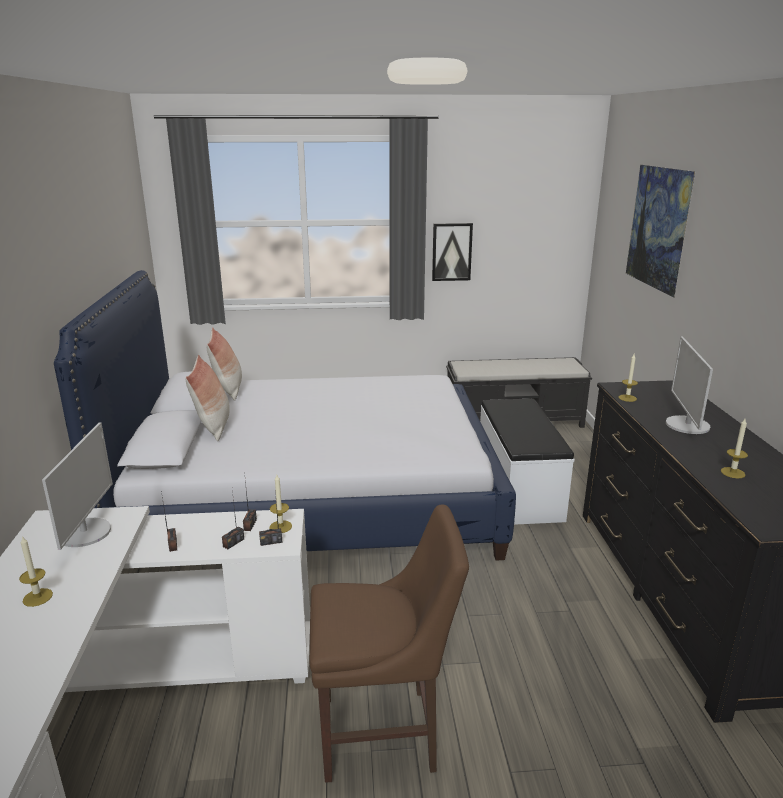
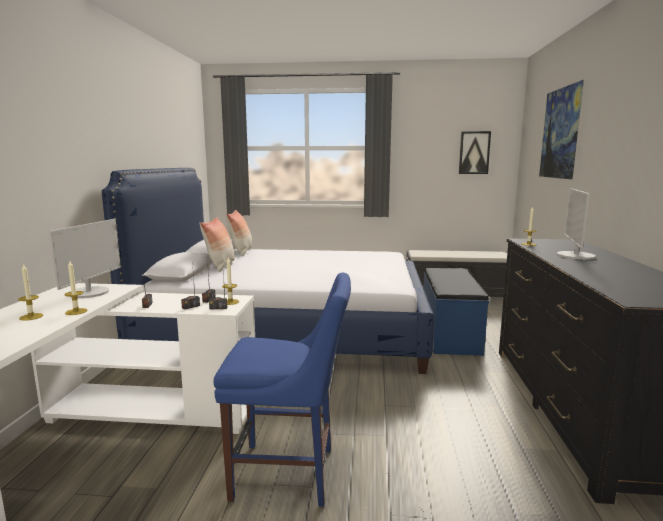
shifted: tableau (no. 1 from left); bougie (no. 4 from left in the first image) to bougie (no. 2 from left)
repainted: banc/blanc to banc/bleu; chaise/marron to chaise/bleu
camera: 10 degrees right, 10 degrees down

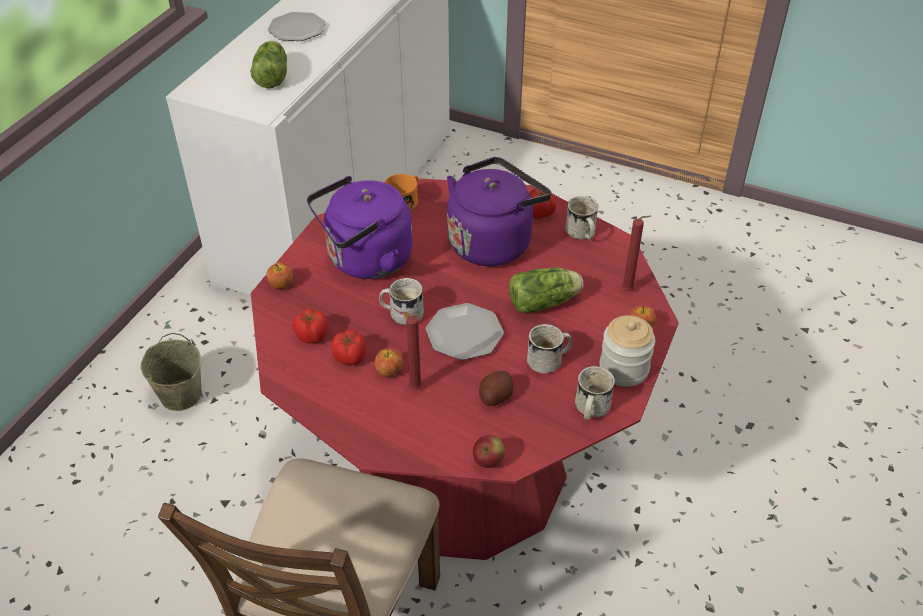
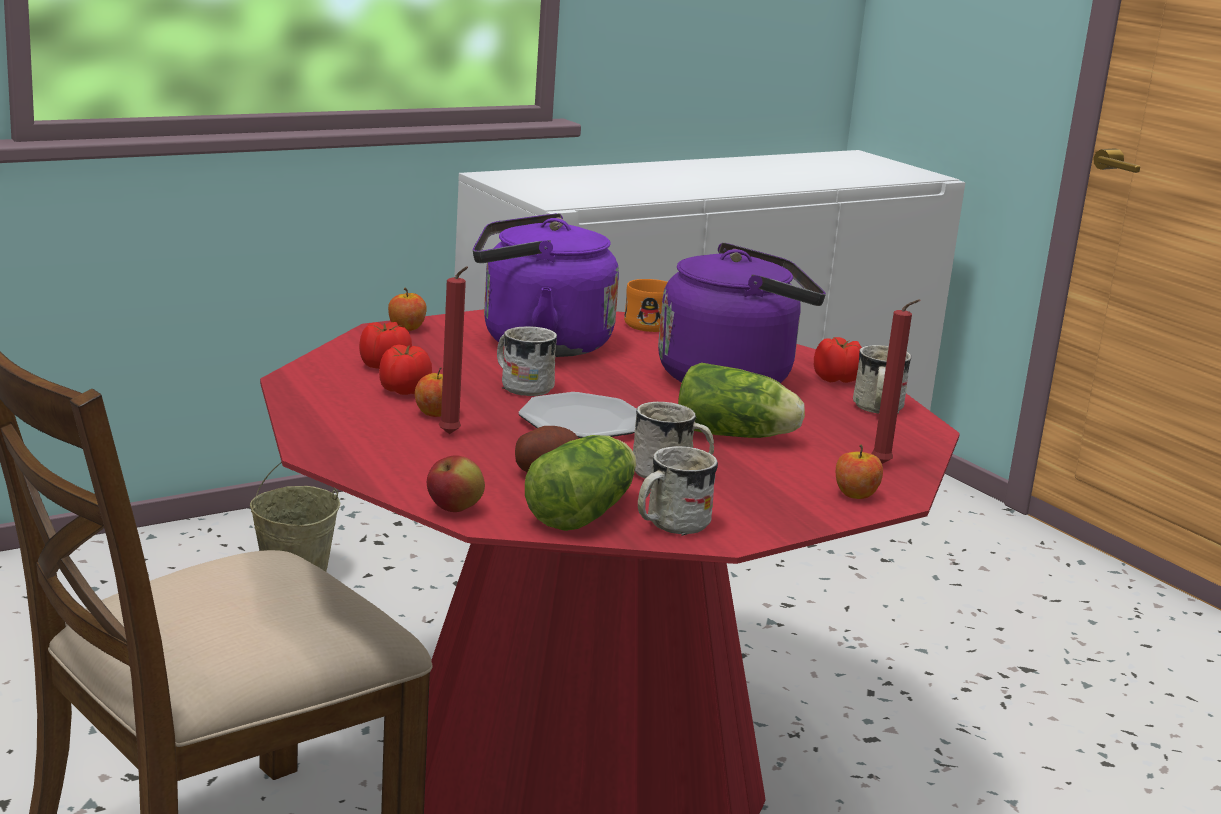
gone: assiette (no. 1 from left); bocal
shifted: laitue (no. 1 from left)
camera: 30 degrees right, 25 degrees down

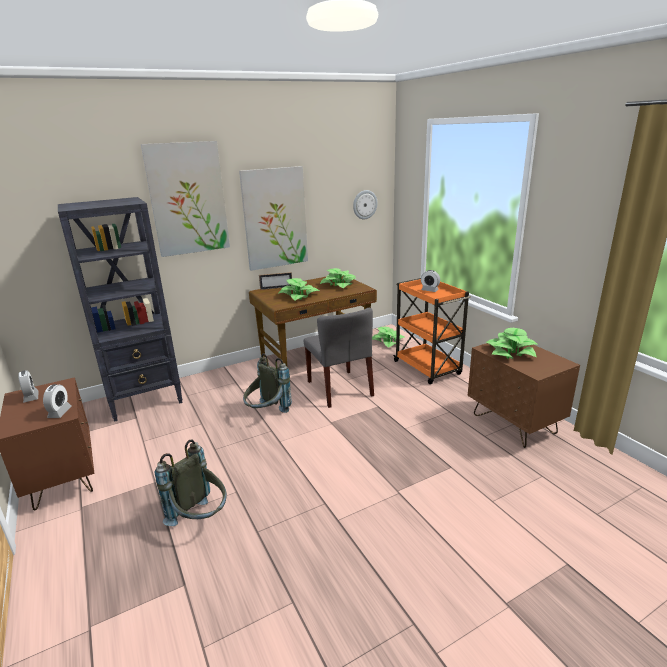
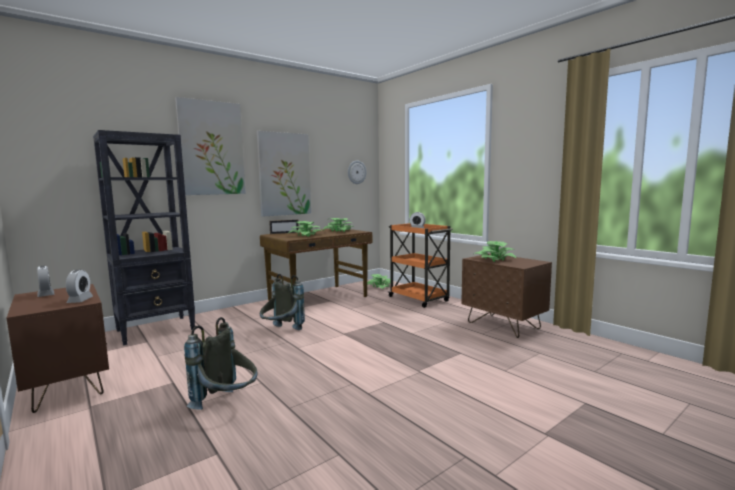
gone: chaise/gris
camera: 10 degrees left, 15 degrees down

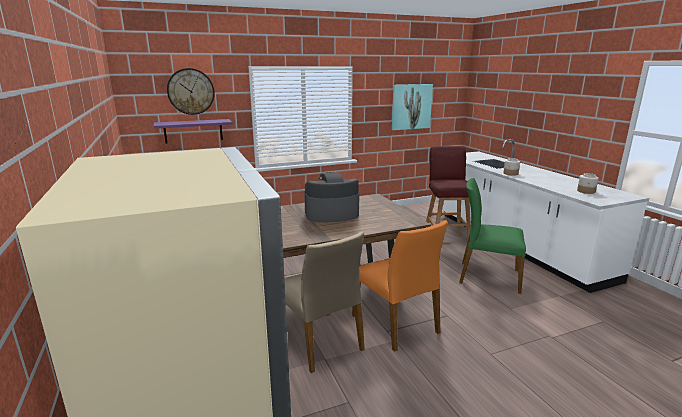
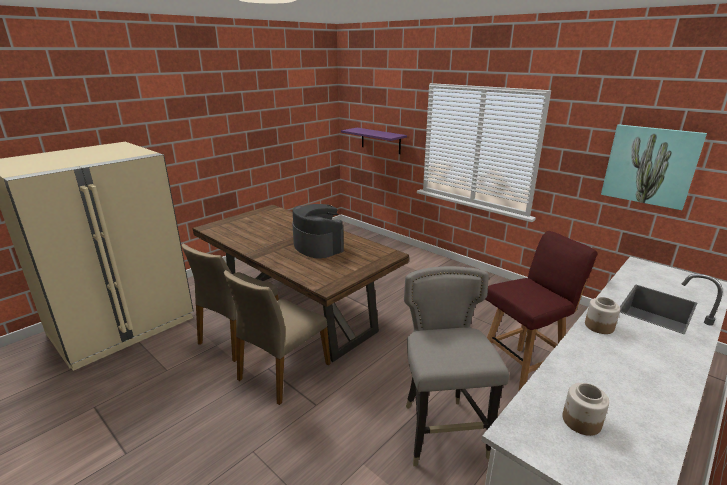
gone: horloge murale
swapped: chaise/vert to tabouret/gris
repainted: chaise/orange to chaise/beige (no. 2 from left)
camera: 65 degrees right, 5 degrees up

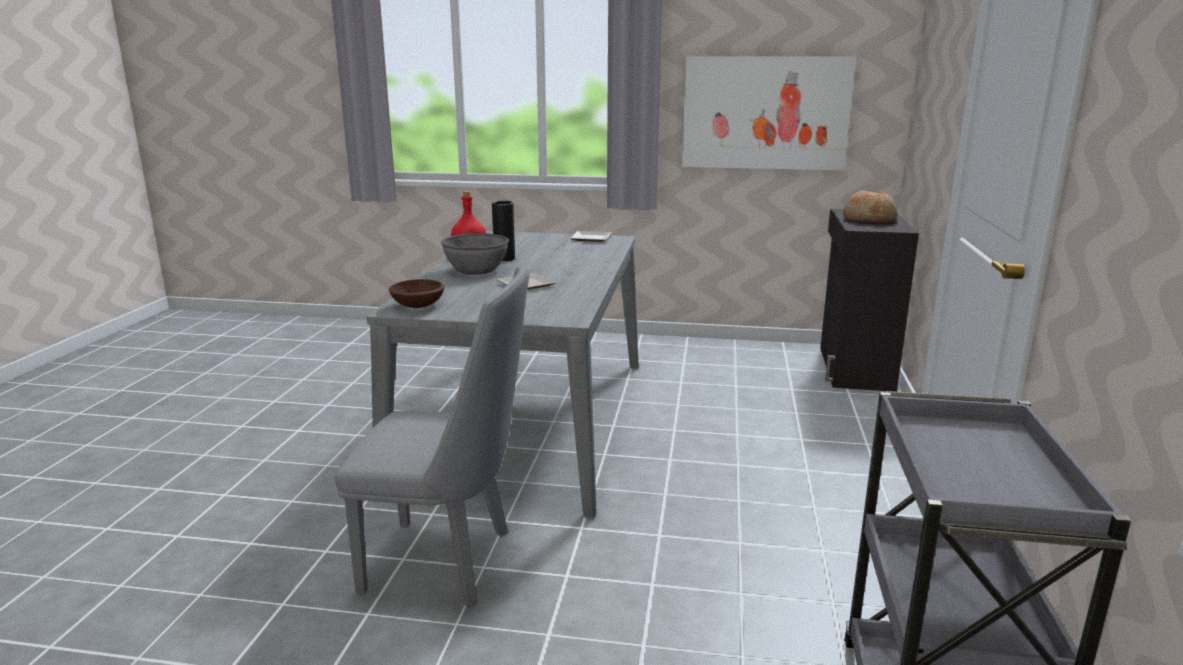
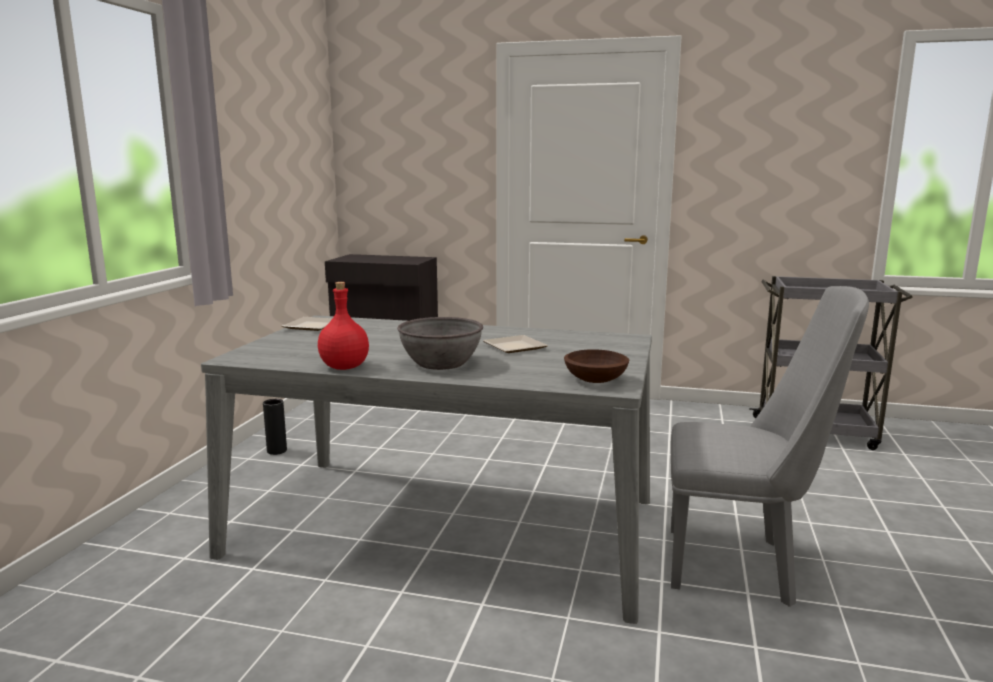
gone: tableau; pain
shifted: vase/noir
rotated: chaise/gris 90 degrees clockwise
camera: 85 degrees left, 5 degrees down

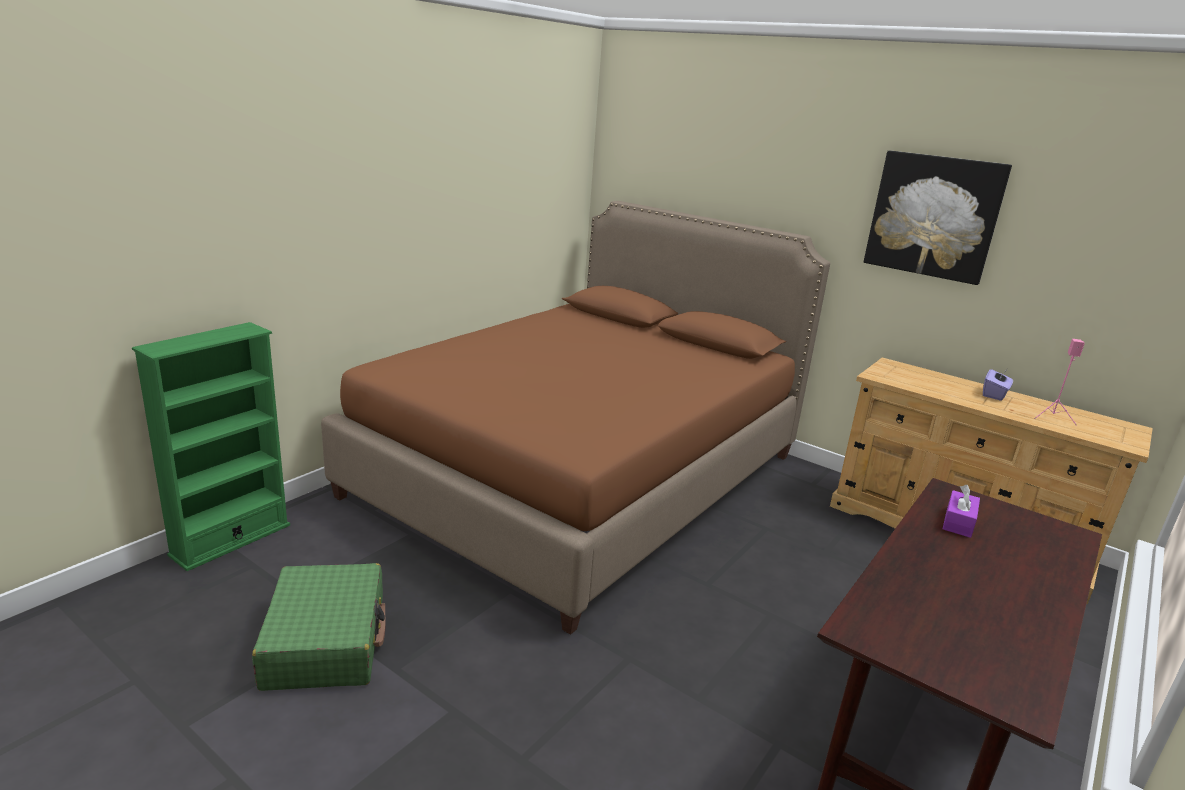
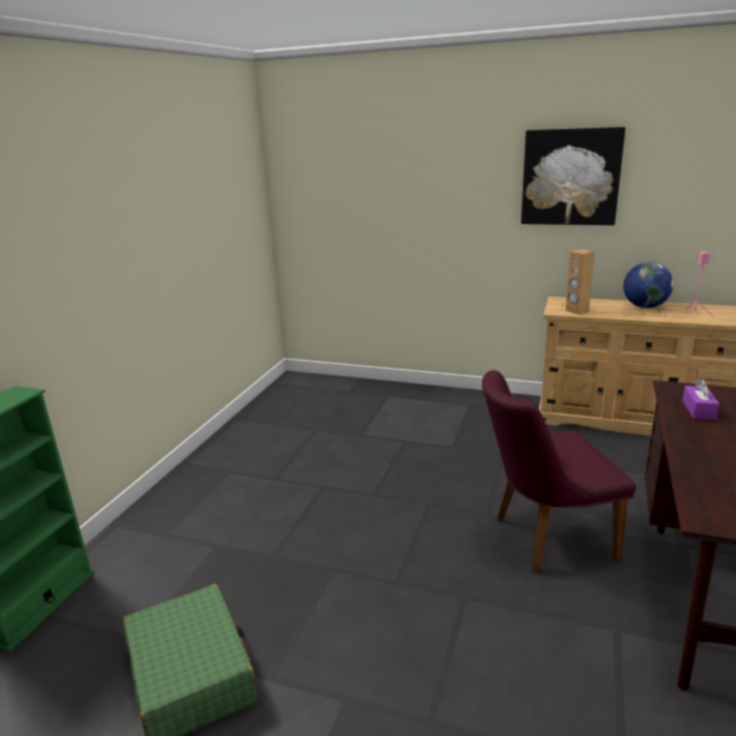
gone: lit/marron
new: enceinte/marron; chaise/violet
swapped: boîte à mouchoirs/violet (no. 2 from left) to globe
camera: 15 degrees left, 0 degrees up

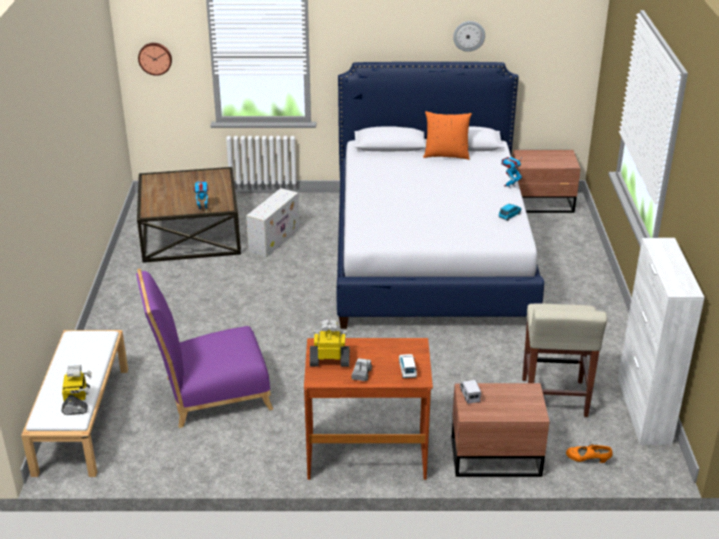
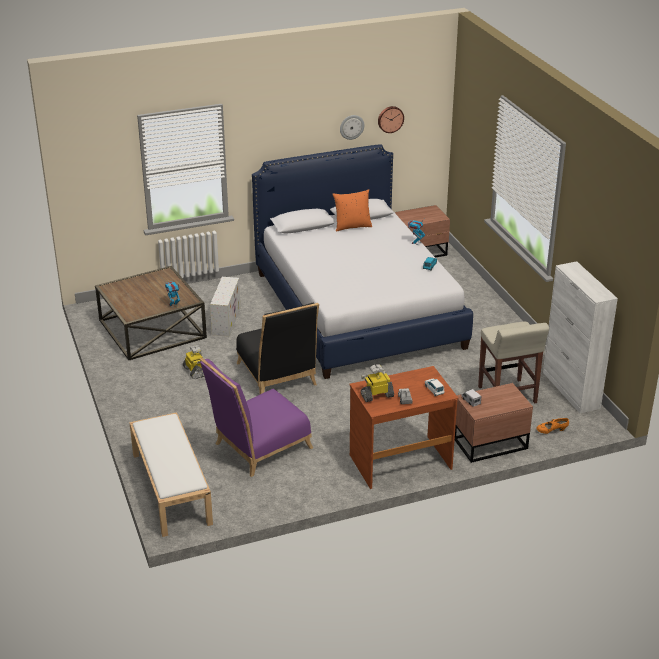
new: chaise/noir
shifted: horloge murale (no. 1 from left in the first image) to horloge murale (no. 2 from left); robot jouet (no. 1 from left in the first image) to robot jouet (no. 2 from left)
camera: 20 degrees left, 0 degrees up

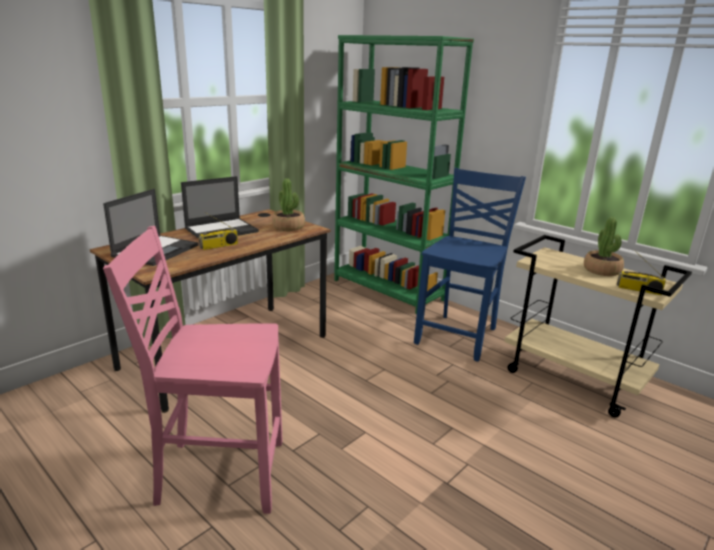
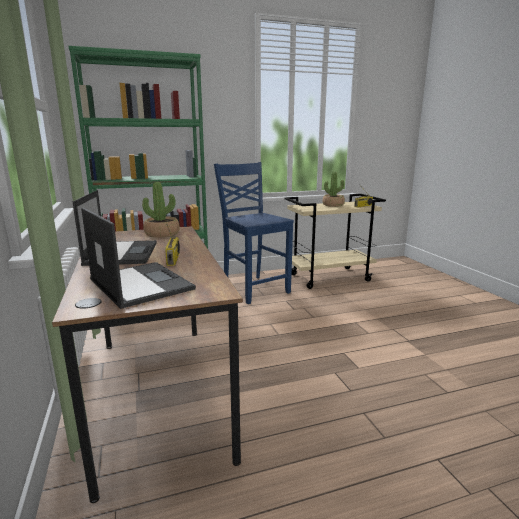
gone: chaise/rose
camera: 60 degrees left, 5 degrees down

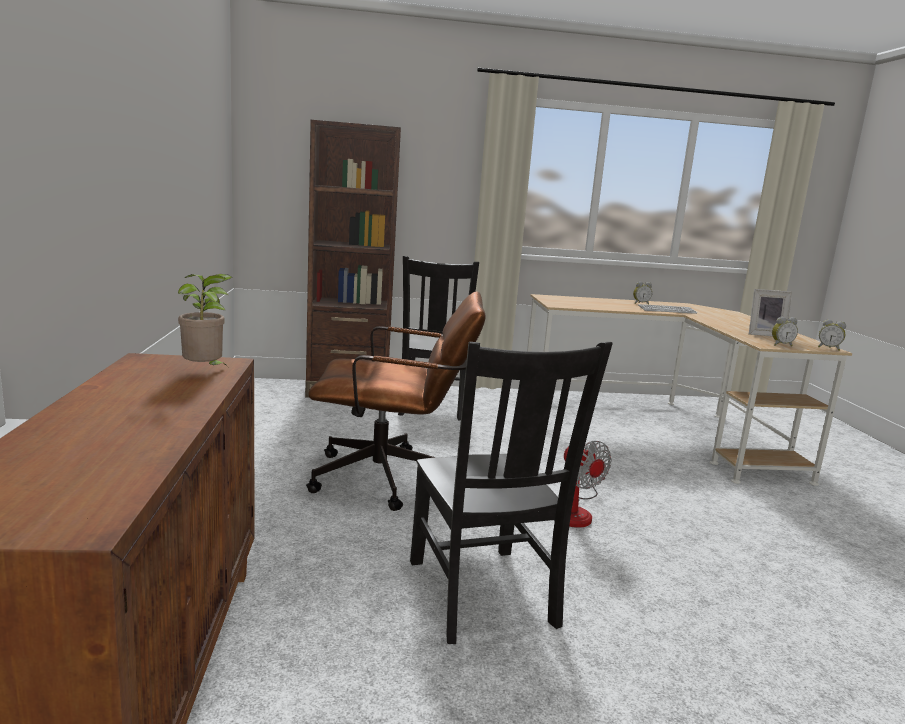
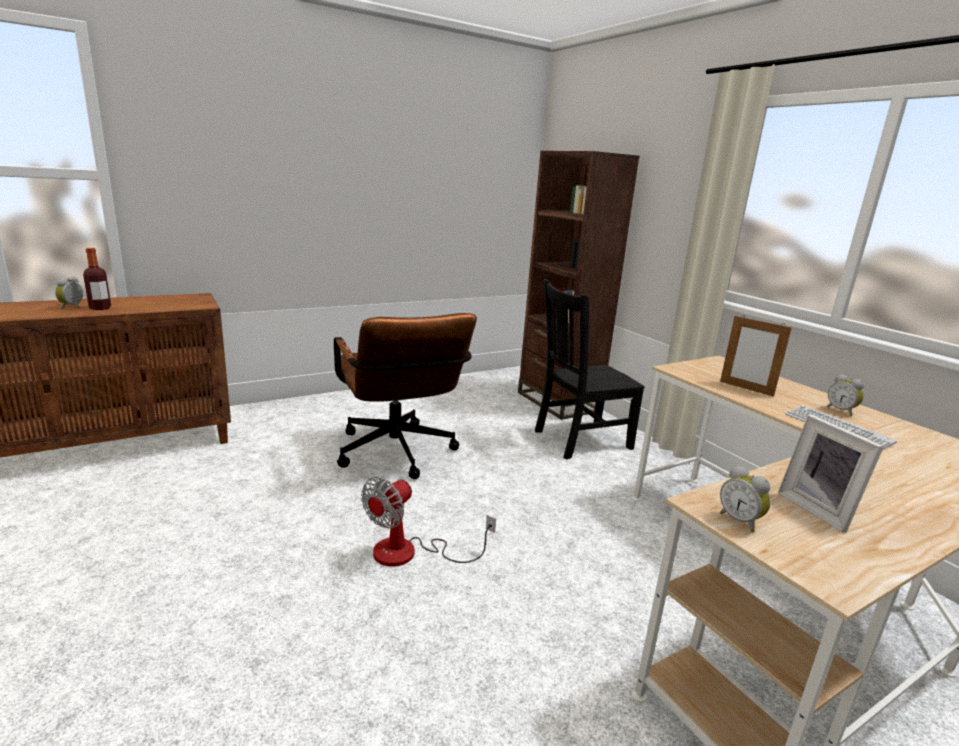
gone: plante en pot; chaise/noir (no. 2 from left)
new: bouteille; cadre photo (no. 1 from left)
shifted: réveil (no. 3 from left in the first image) to réveil (no. 1 from left)
camera: 65 degrees right, 5 degrees up

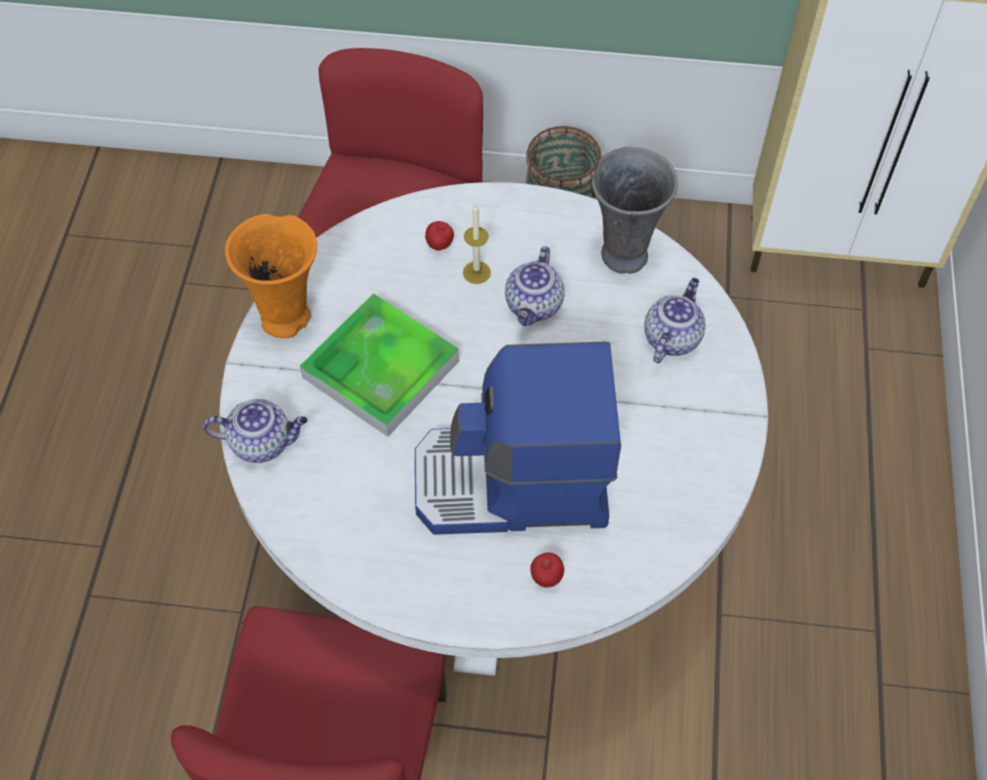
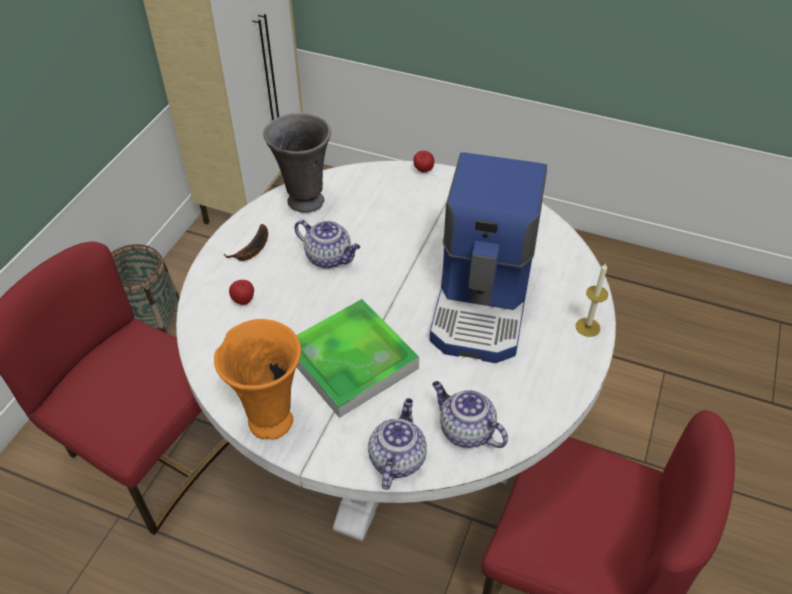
new: banane
shifted: bougie; théière (no. 3 from left); pomme (no. 2 from left)
camera: 75 degrees left, 10 degrees down

